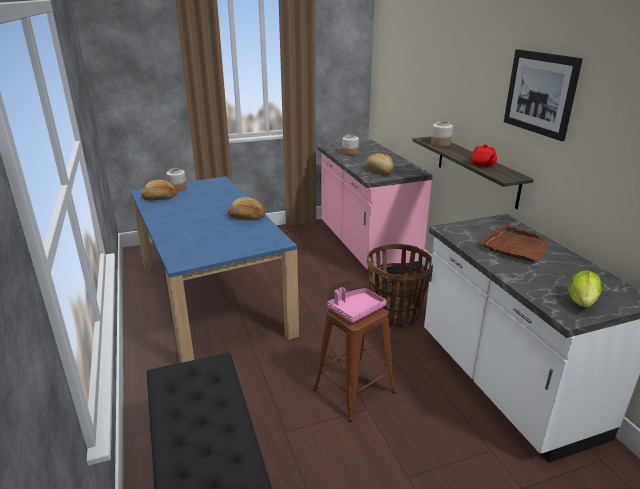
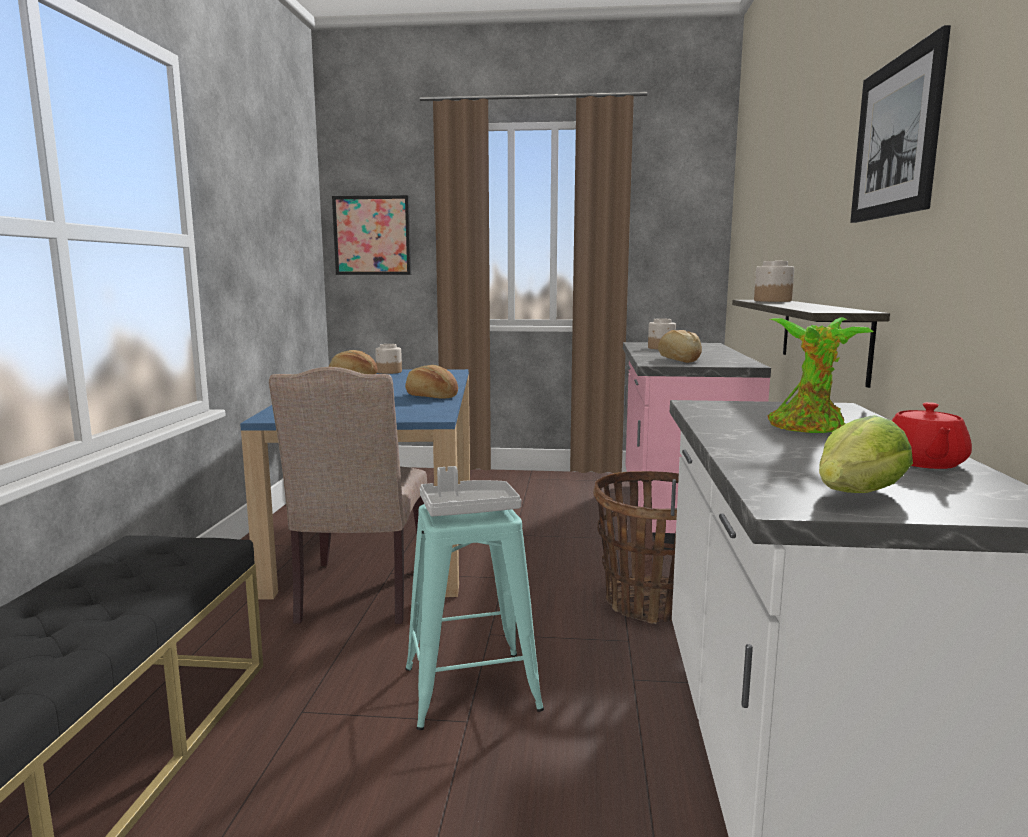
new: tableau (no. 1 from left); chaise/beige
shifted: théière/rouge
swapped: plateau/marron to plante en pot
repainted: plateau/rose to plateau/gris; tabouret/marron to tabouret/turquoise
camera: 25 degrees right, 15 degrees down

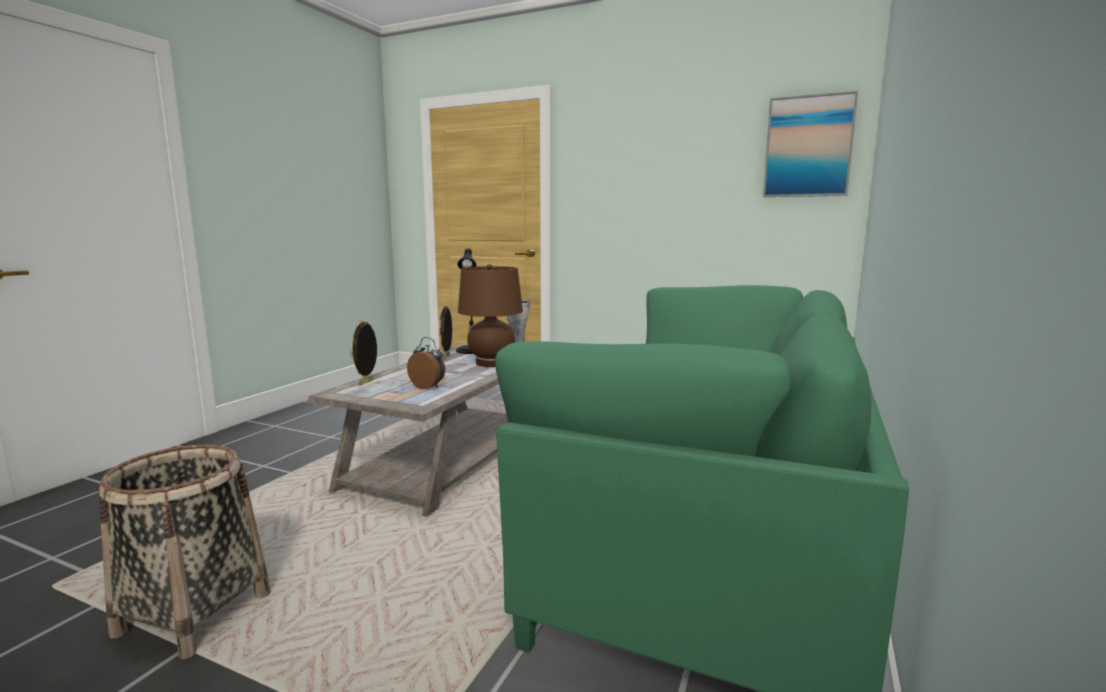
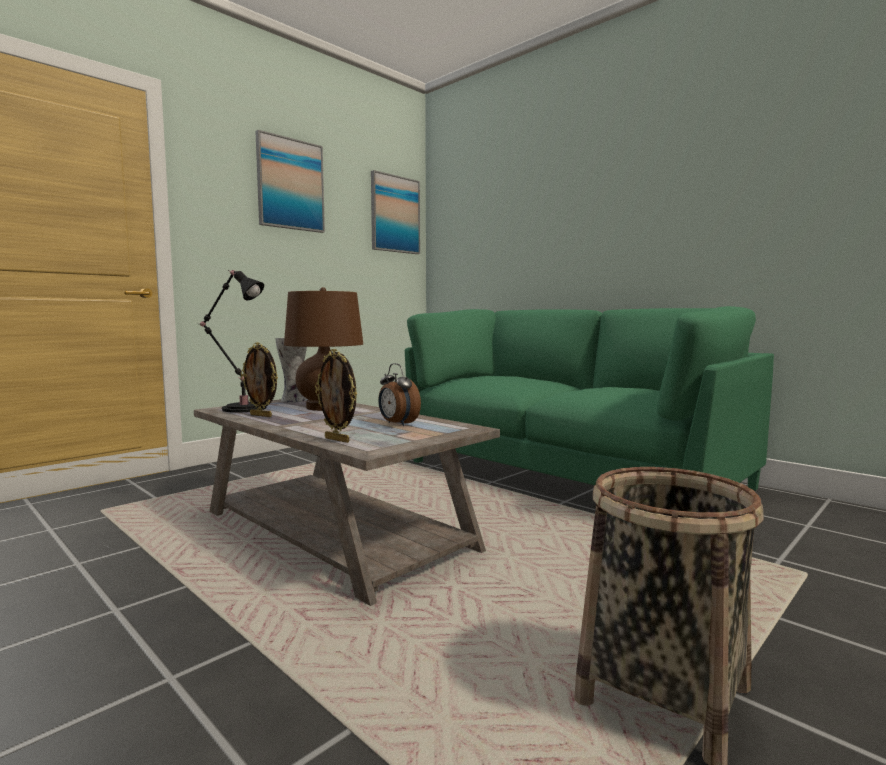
new: tableau (no. 1 from left)
rotated: réveil 90 degrees counterclockwise
camera: 70 degrees left, 5 degrees down

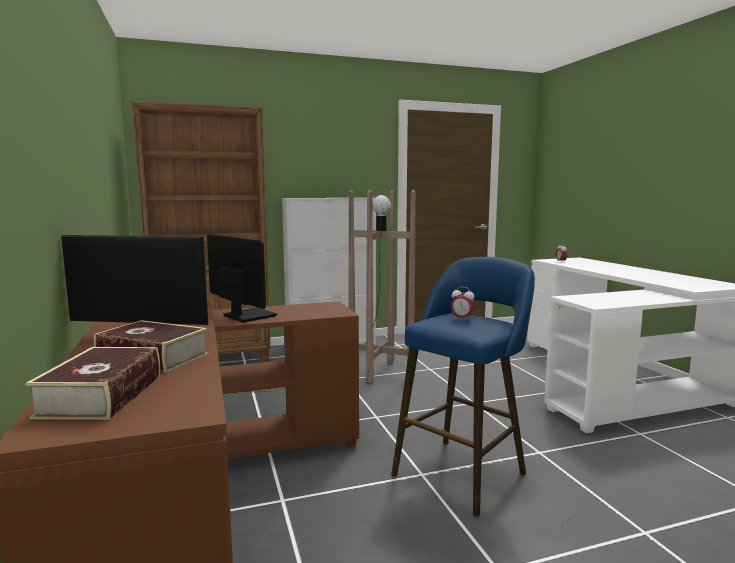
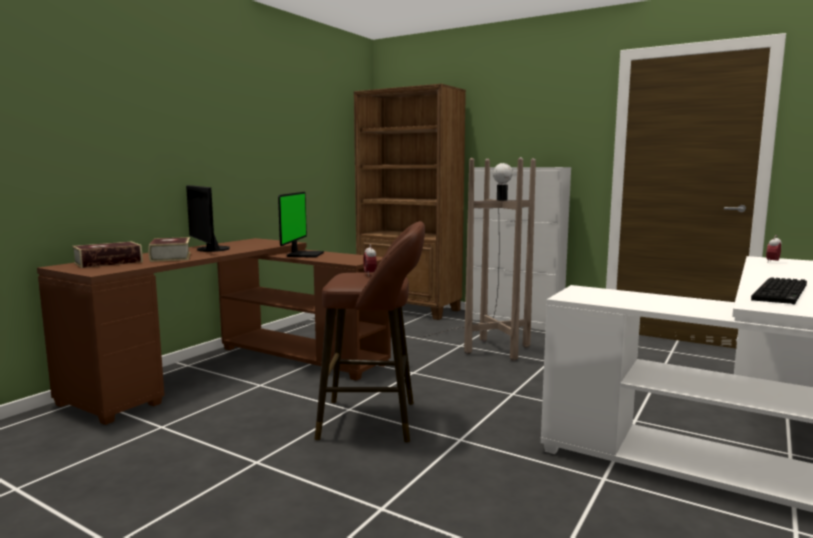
new: clavier
repainted: tabouret/bleu to tabouret/marron
camera: 50 degrees right, 0 degrees up

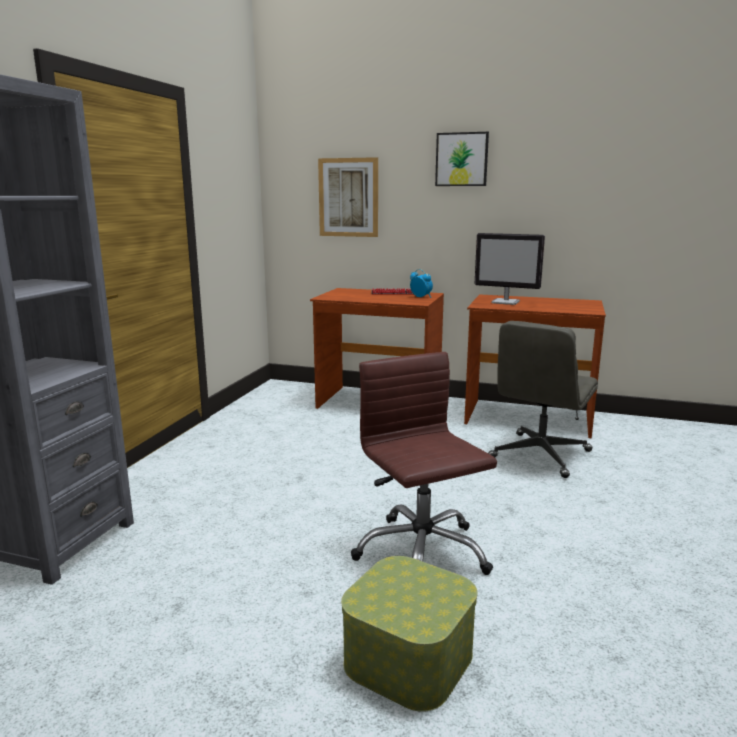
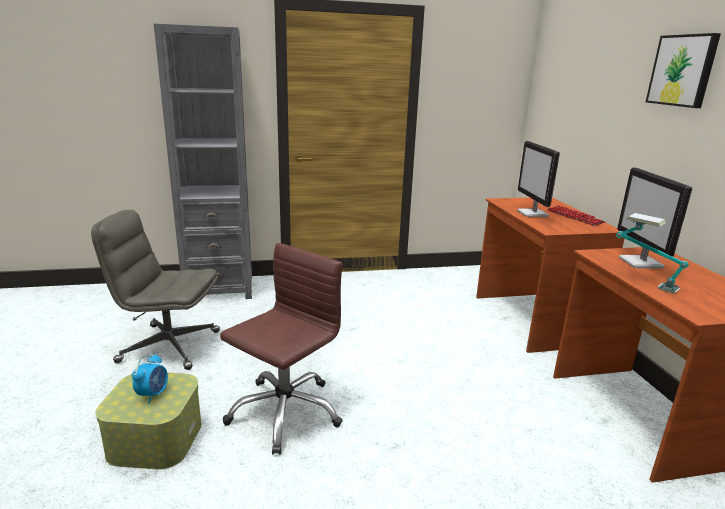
gone: tableau (no. 1 from left)
new: écran d'ordinateur (no. 1 from left); lampe de table
shifted: réveil; chaise de bureau/gris
camera: 60 degrees right, 5 degrees up

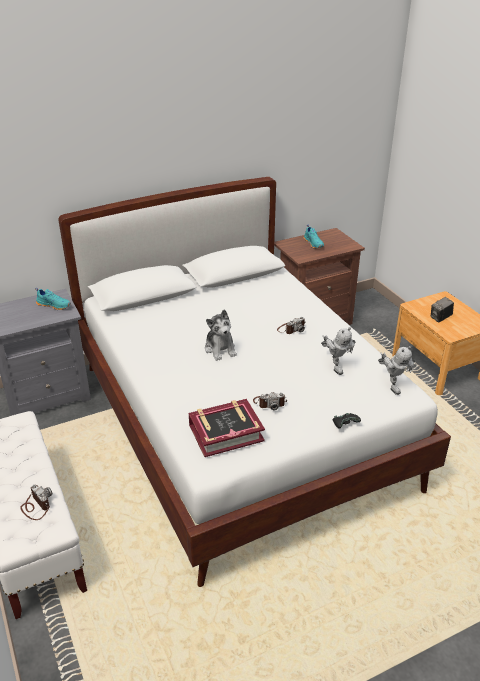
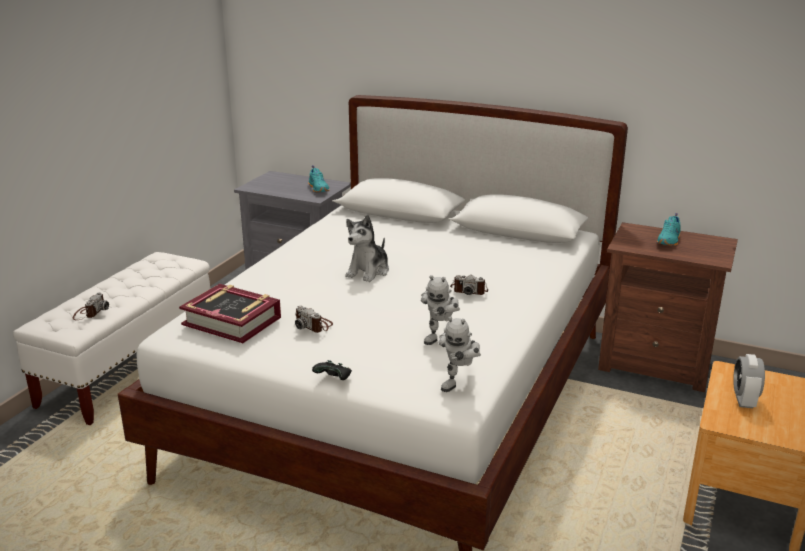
swapped: appareil photo (no. 4 from left) to réveil
camera: 50 degrees right, 10 degrees down

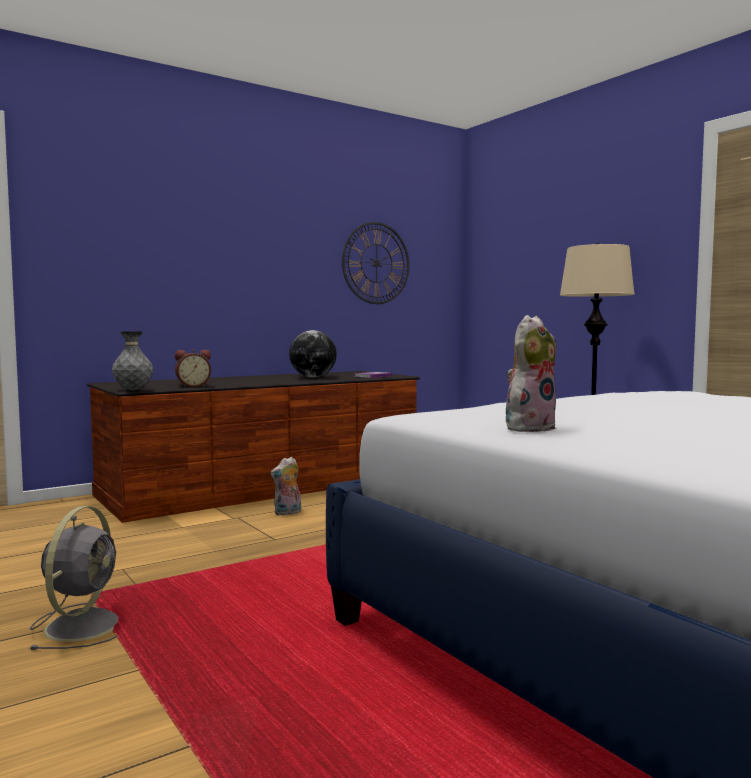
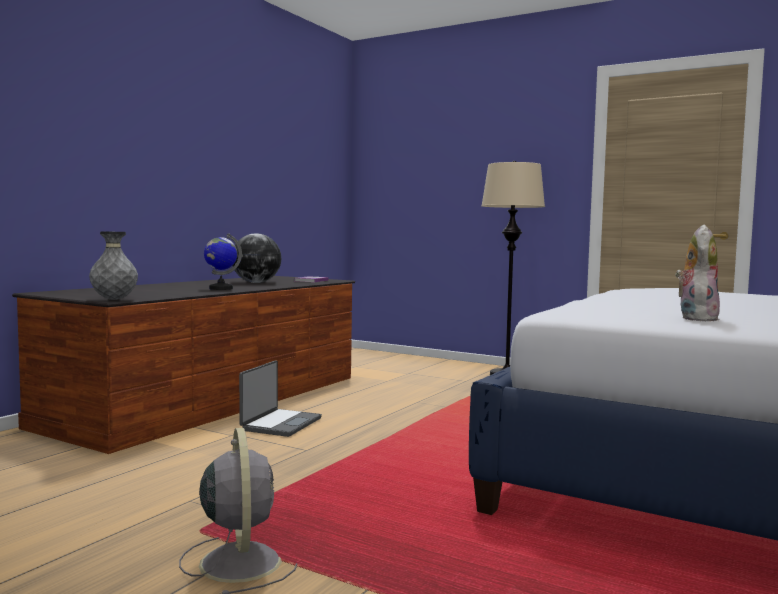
gone: horloge murale; réveil
new: globe (no. 1 from left)
swapped: peluche (no. 1 from left) to ordinateur portable
camera: 25 degrees left, 0 degrees up

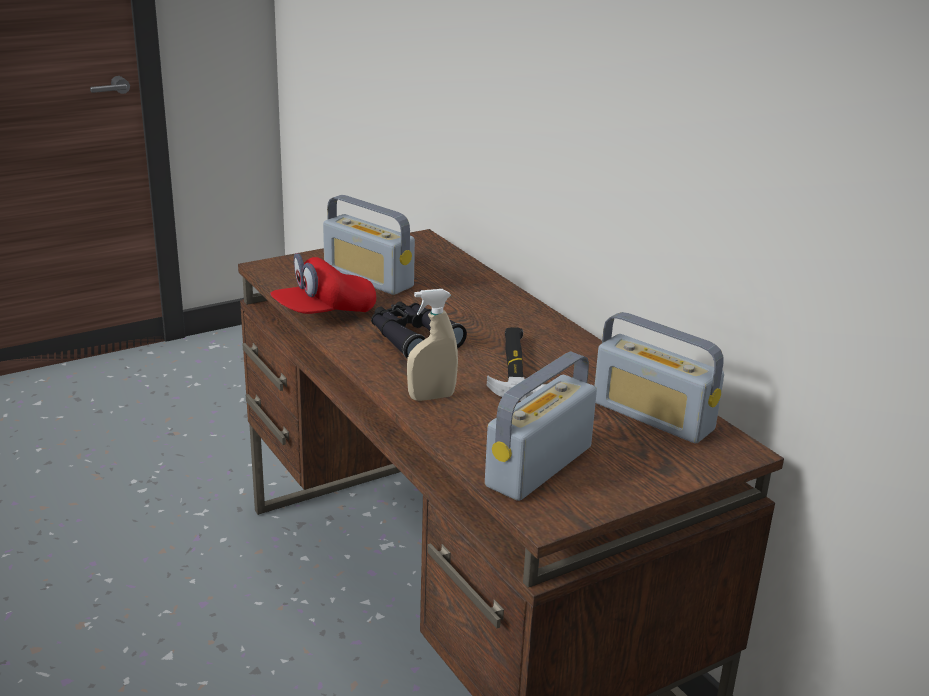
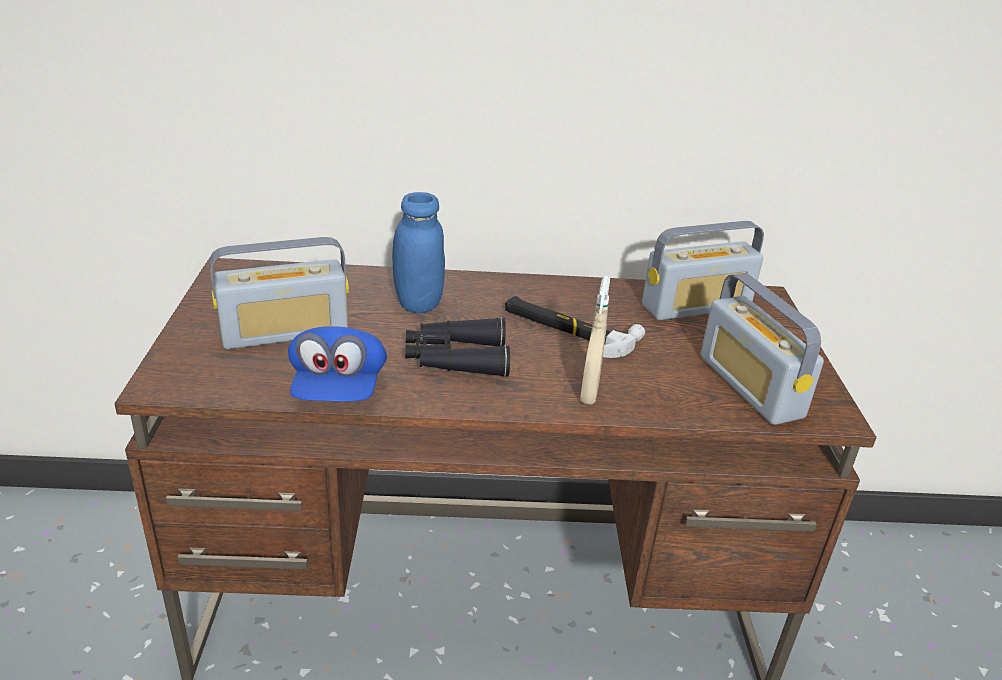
new: bocal/bleu
repainted: casquette/rouge to casquette/bleu
camera: 60 degrees left, 5 degrees up

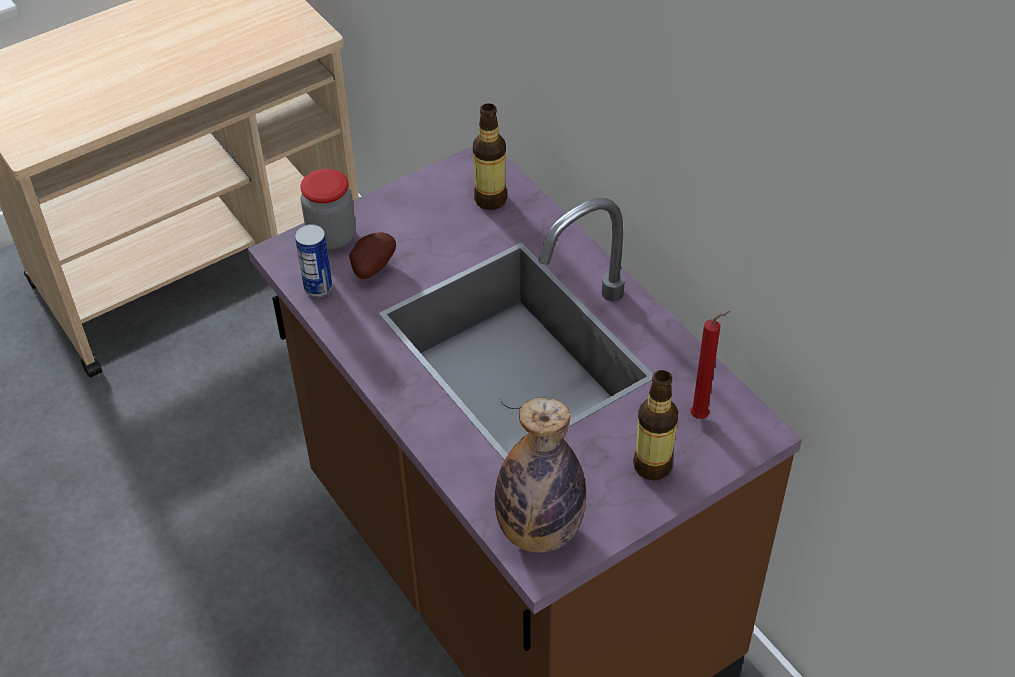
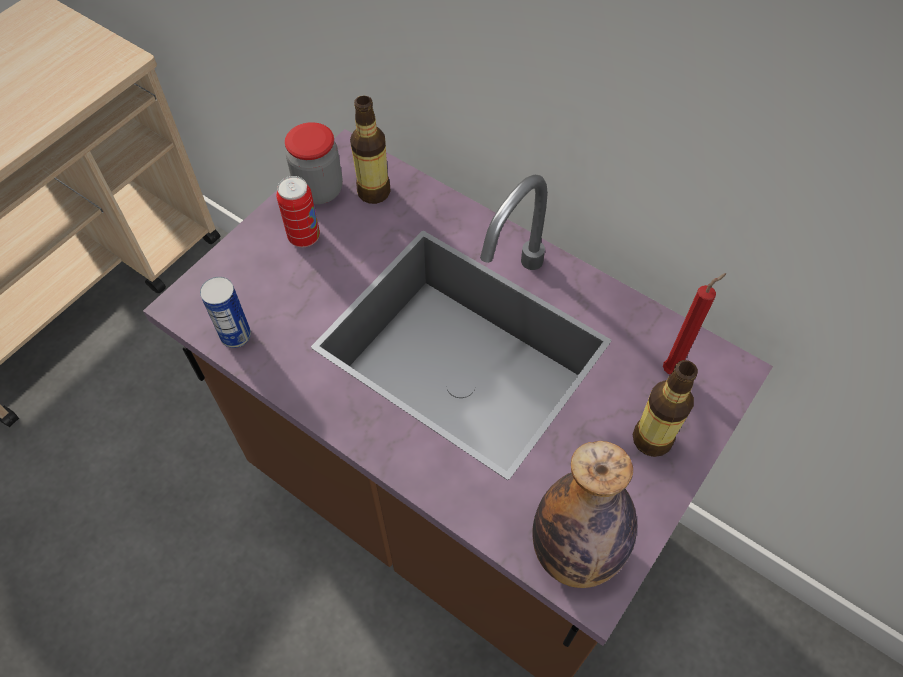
gone: pomme de terre
new: boîte métallique (no. 2 from left)
shifted: bocal
camera: 20 degrees left, 10 degrees up

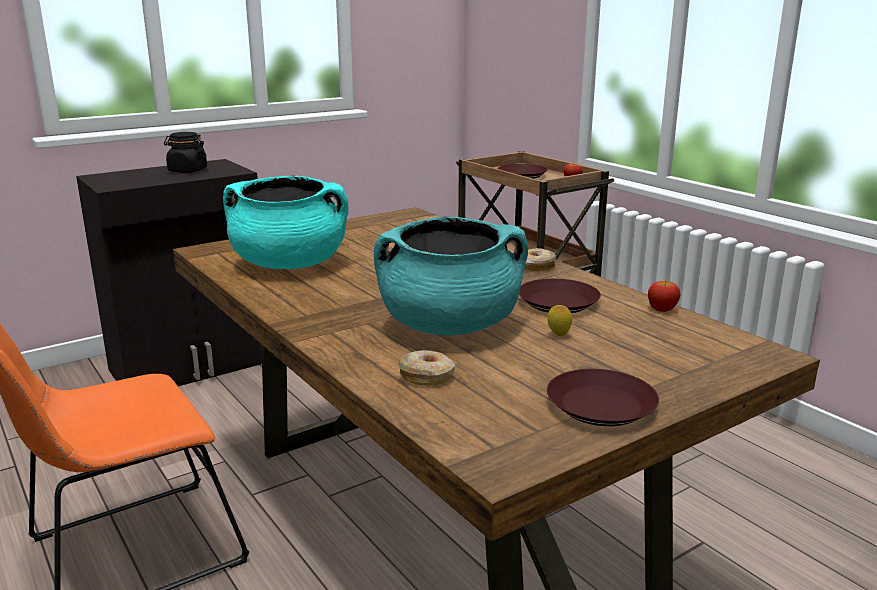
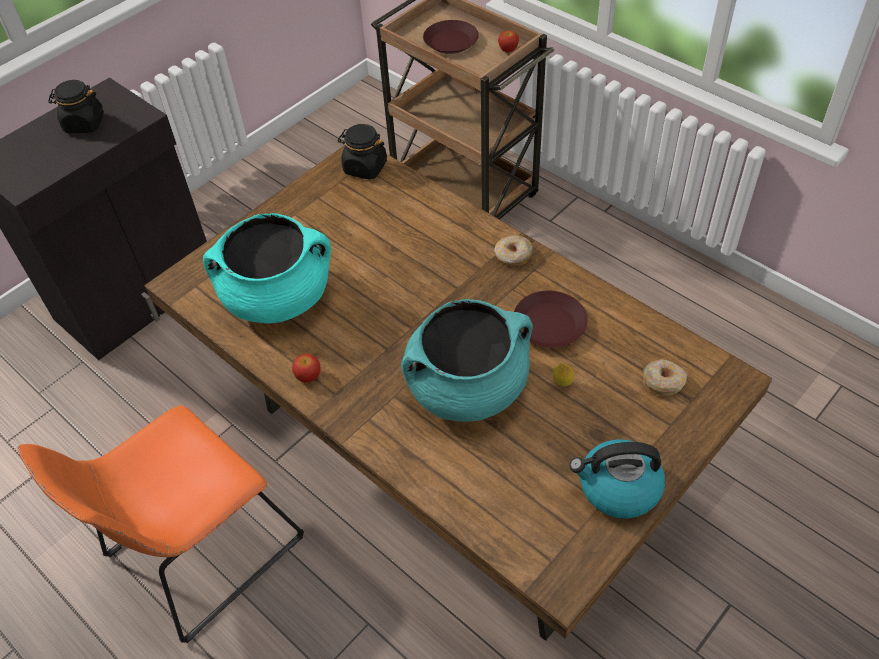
new: bocal/noir (no. 2 from left)
shifted: pomme (no. 2 from left in the first image) to pomme (no. 1 from left); beignet (no. 1 from left in the first image) to beignet (no. 2 from left)
swapped: assiette/marron (no. 3 from left) to bouilloire
camera: 10 degrees left, 30 degrees up

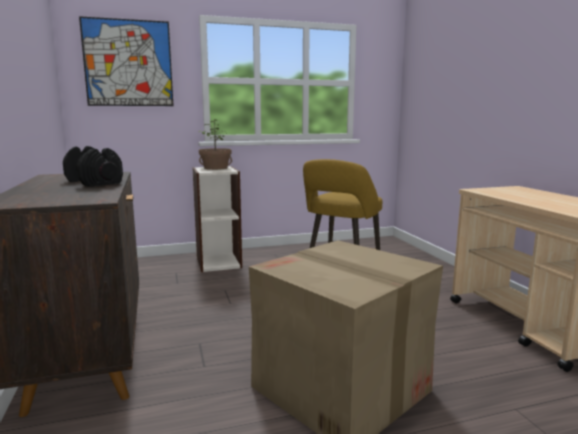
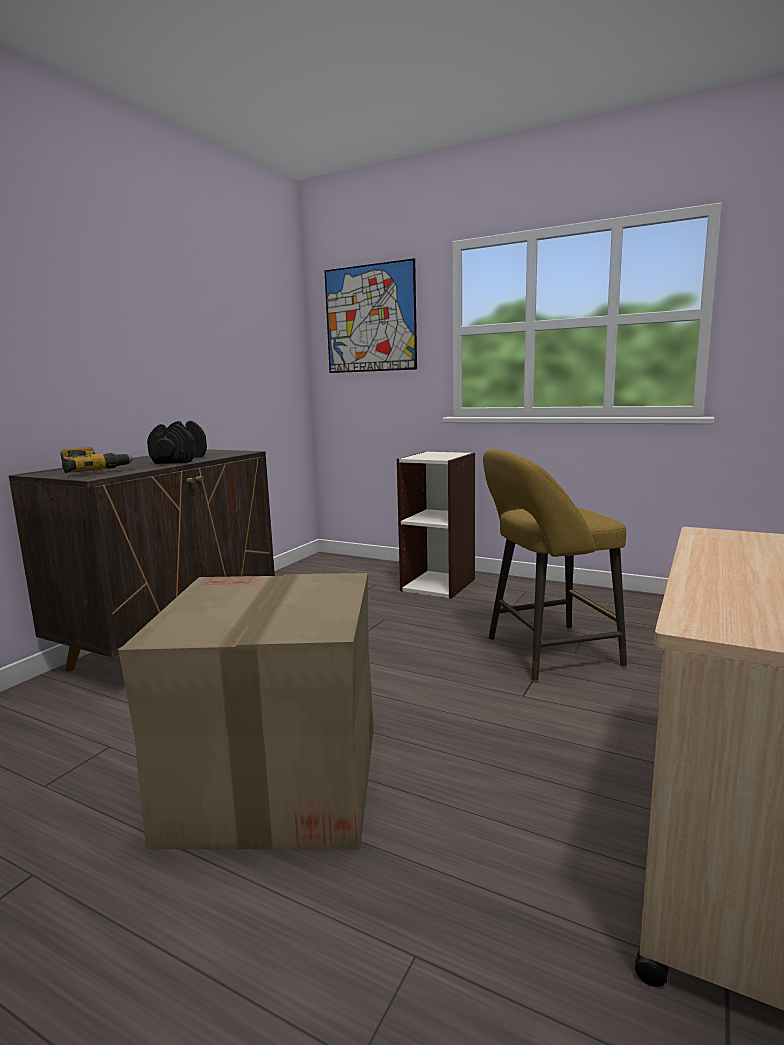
gone: plante en pot
new: perceuse
camera: 45 degrees right, 0 degrees up

